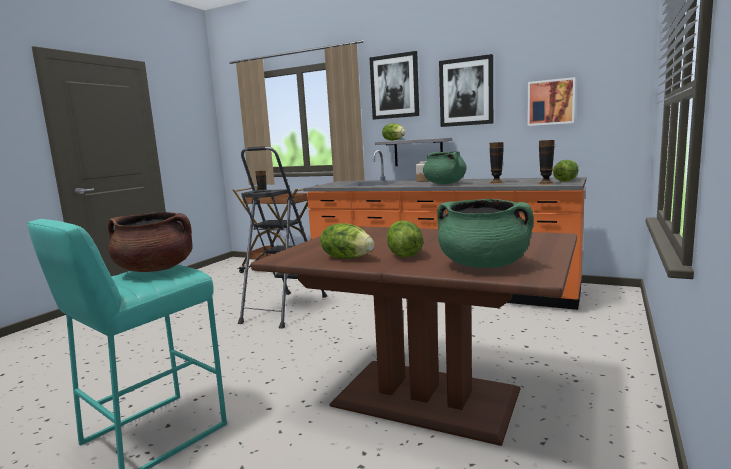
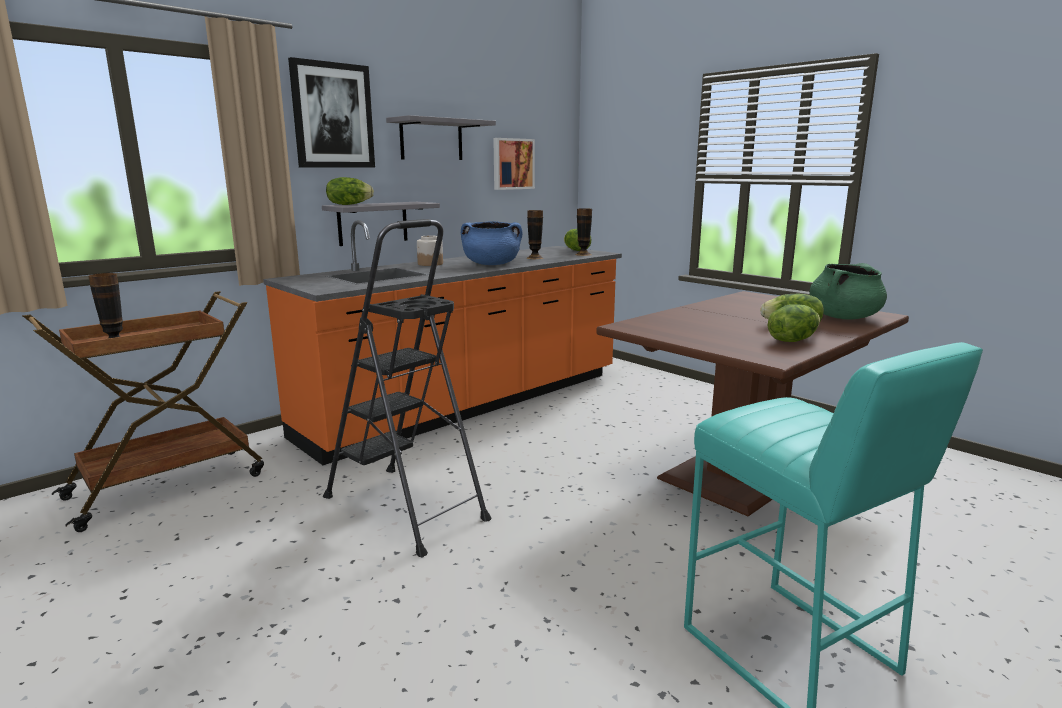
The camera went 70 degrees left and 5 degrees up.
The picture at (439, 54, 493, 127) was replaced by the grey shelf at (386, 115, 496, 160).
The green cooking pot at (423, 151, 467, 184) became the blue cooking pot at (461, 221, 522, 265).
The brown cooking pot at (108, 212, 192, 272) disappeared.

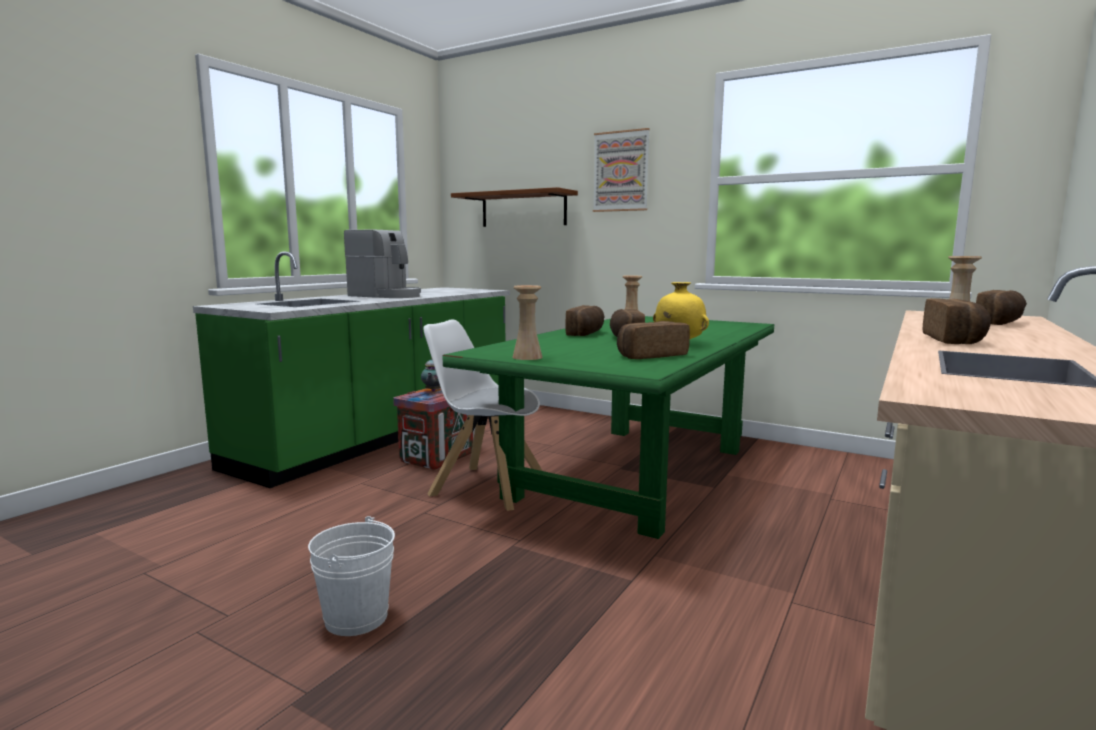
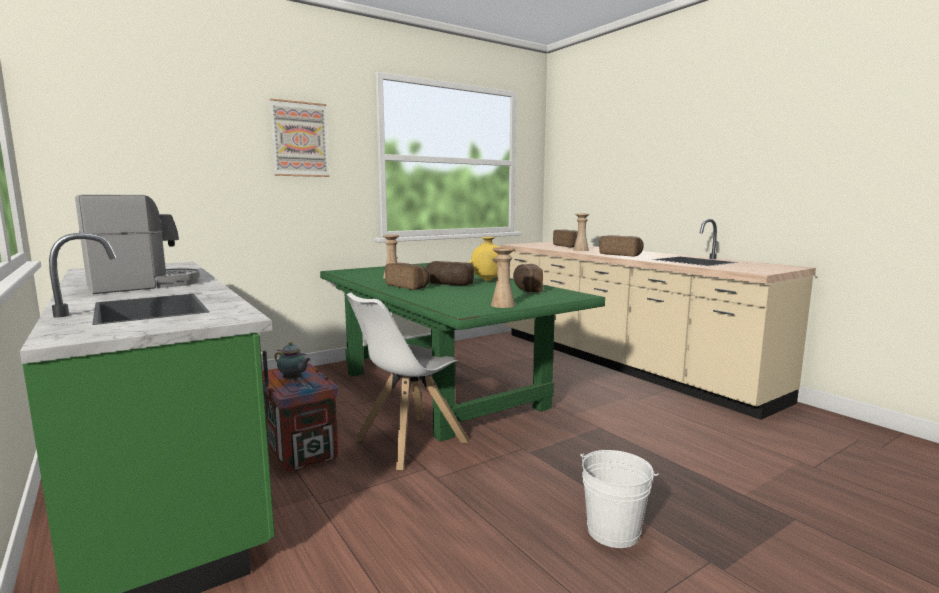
The camera went 65 degrees left and 0 degrees up.
The brown shelf at (451, 187, 578, 227) disappeared.

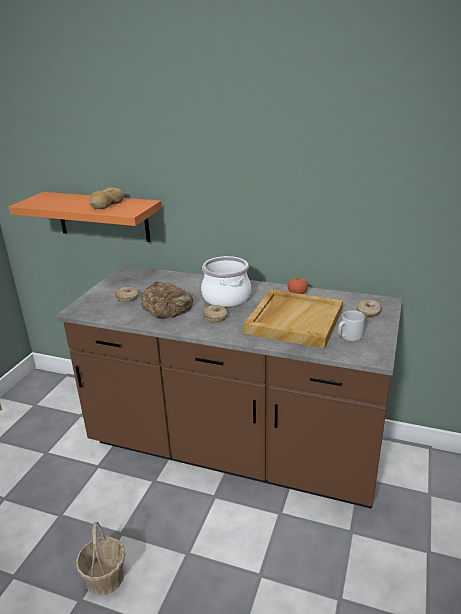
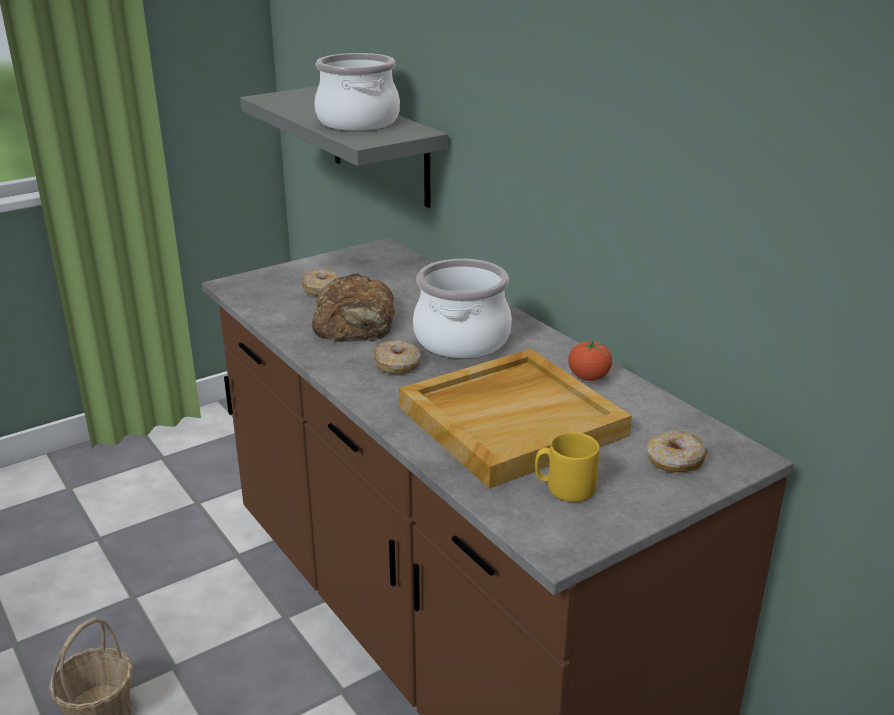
The camera went 35 degrees right and 0 degrees up.
The orange shelf at (8, 192, 162, 242) became the grey shelf at (240, 86, 447, 208).
The bread at (90, 186, 124, 209) was replaced by the cooking pot at (314, 53, 400, 131).
The grey mug at (338, 311, 365, 341) became the yellow mug at (535, 432, 600, 502).

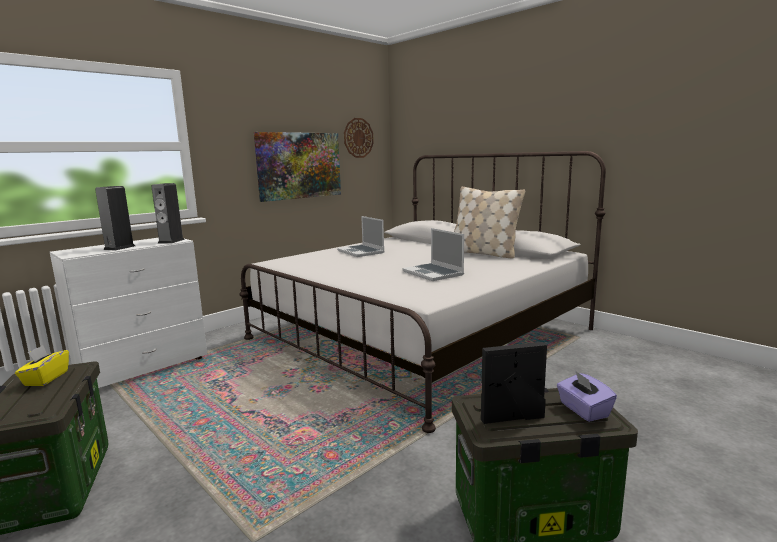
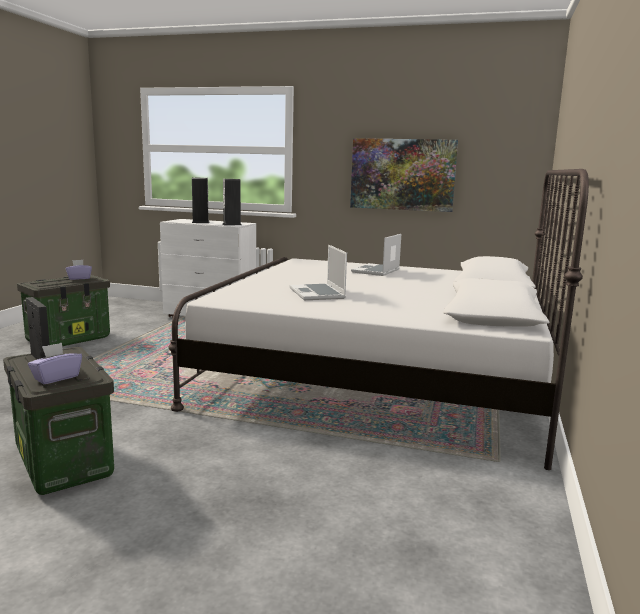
The camera went 60 degrees right and 0 degrees up.
The yellow tissue box at (15, 345, 69, 386) became the purple tissue box at (66, 260, 92, 280).
The laptop at (402, 228, 464, 281) turned 45 degrees counterclockwise.
The wall clock at (344, 118, 374, 158) disappeared.
The beige pillow at (454, 187, 525, 259) disappeared.

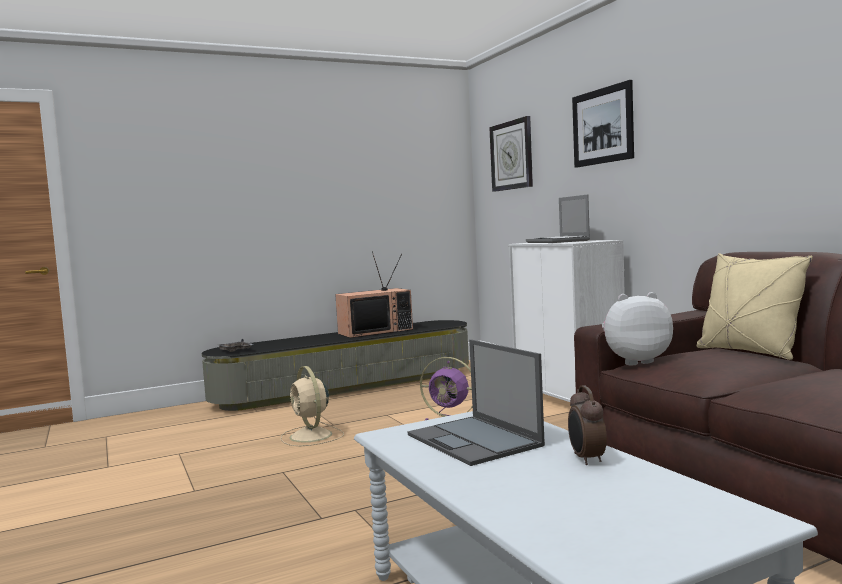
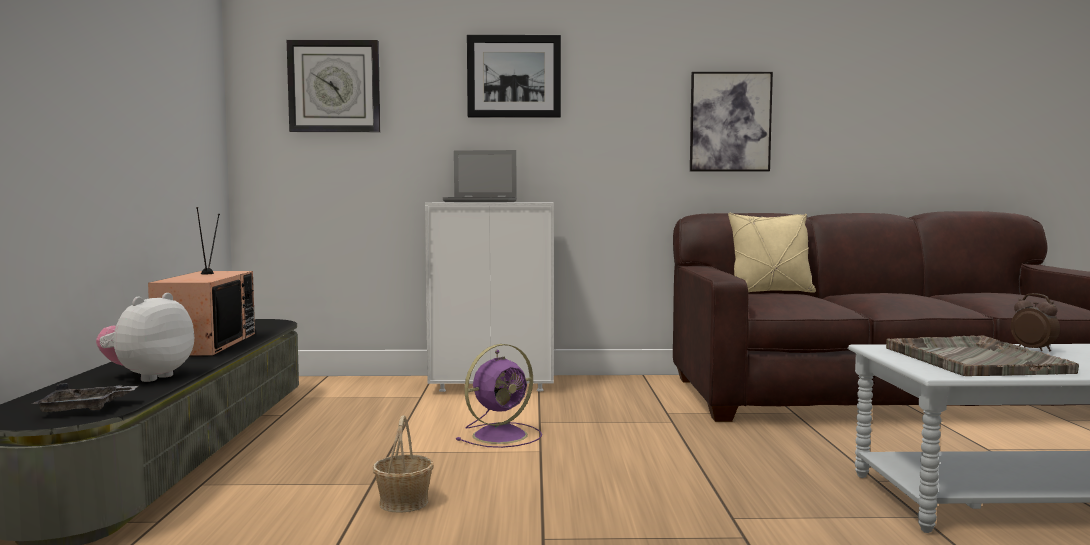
The camera went 65 degrees left and 0 degrees up.
The plush toy moved from (602, 292, 673, 365) to (96, 293, 194, 382).
The beige fan at (281, 366, 344, 446) was replaced by the basket at (373, 415, 434, 513).
The picture at (690, 72, 773, 171) appeared.
The laptop at (407, 339, 545, 466) was replaced by the grey tray at (886, 335, 1079, 376).
The alarm clock at (568, 385, 607, 465) turned 135 degrees counterclockwise.

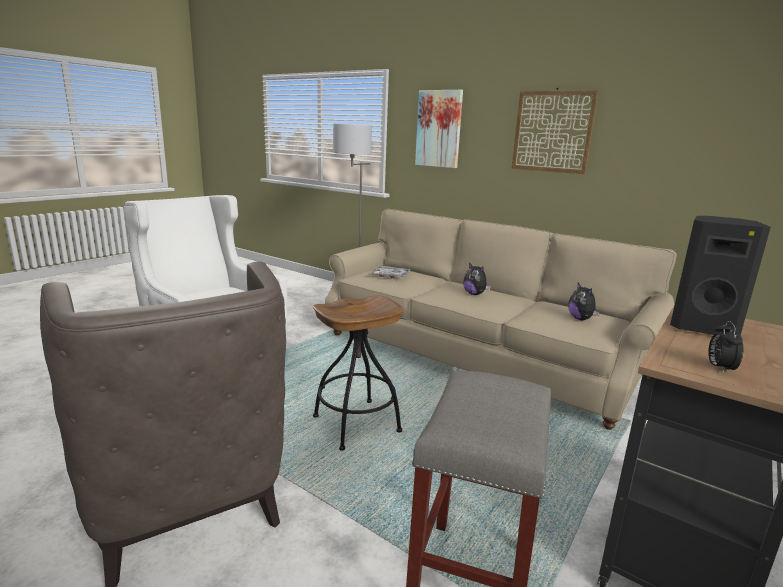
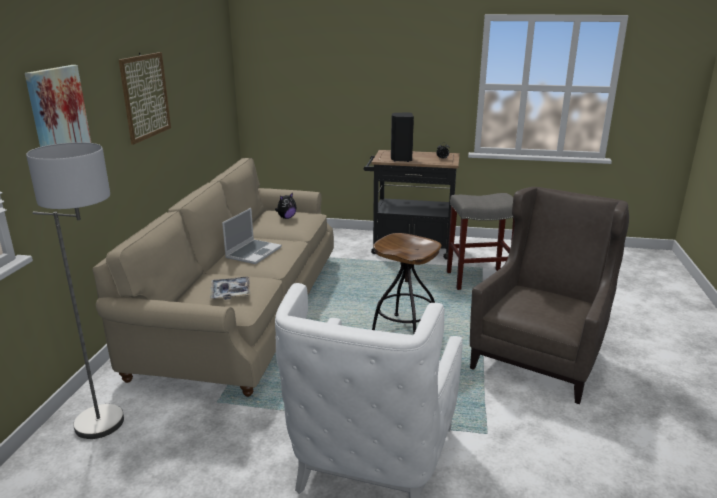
The camera went 115 degrees left and 5 degrees up.
The plush toy at (463, 262, 491, 295) was replaced by the laptop at (222, 208, 282, 264).

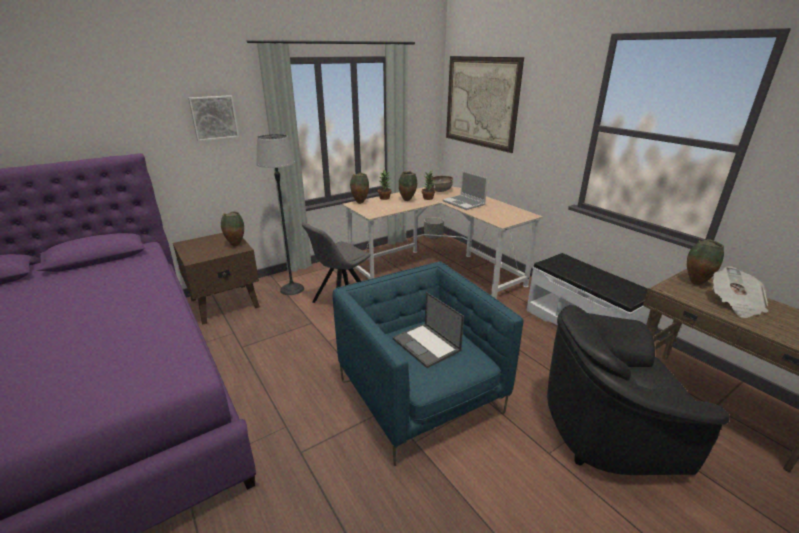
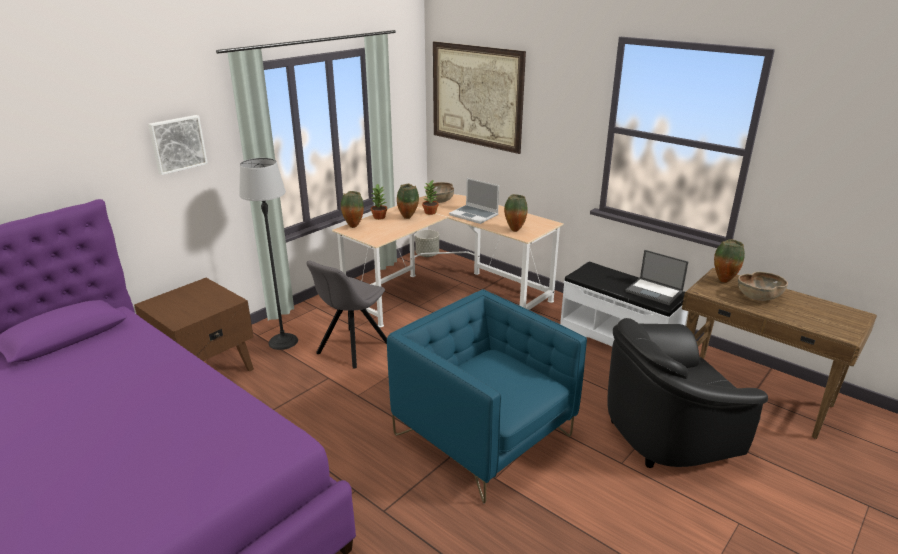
The camera went 15 degrees left and 0 degrees up.
The vase moved from (221, 211, 244, 246) to (504, 194, 528, 232).
The laptop moved from (393, 292, 464, 368) to (625, 250, 688, 305).
The newspaper at (713, 266, 768, 318) was replaced by the brown bowl at (738, 272, 788, 301).

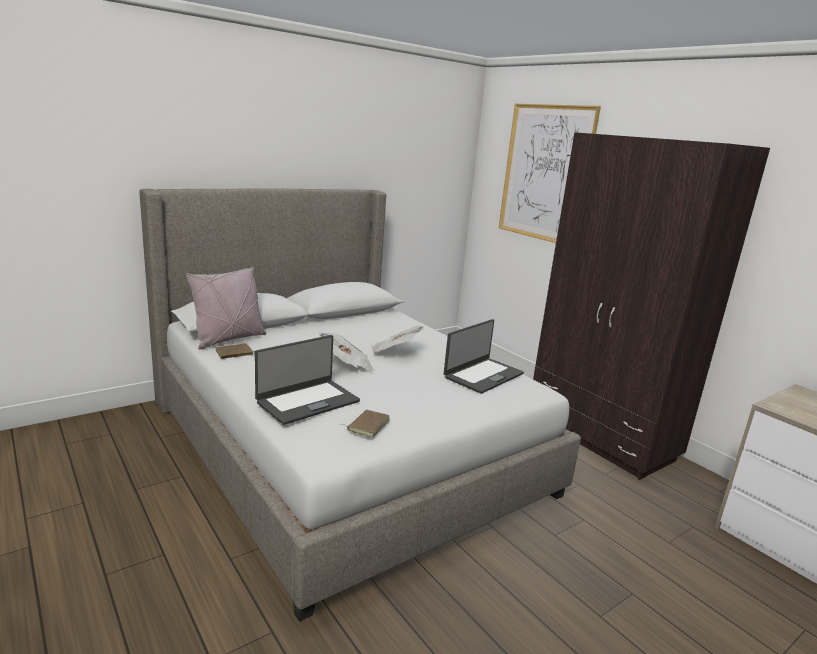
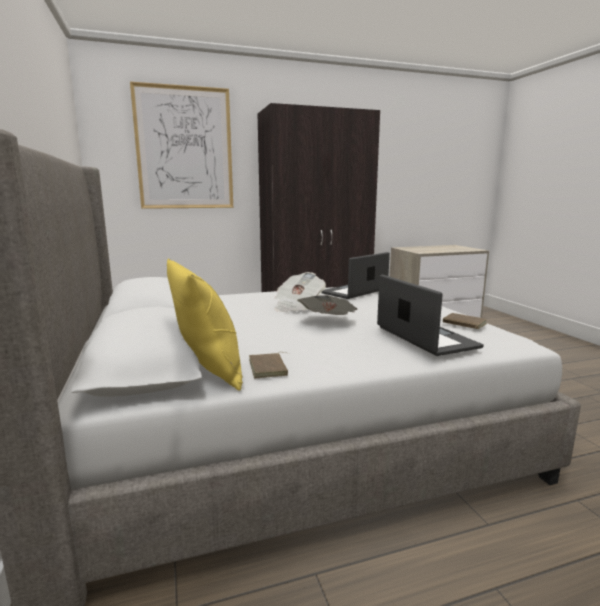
The camera went 70 degrees left and 5 degrees down.
The purple pillow at (186, 267, 266, 350) became the yellow pillow at (167, 259, 243, 391).
The laptop at (444, 319, 524, 394) turned 105 degrees counterclockwise.

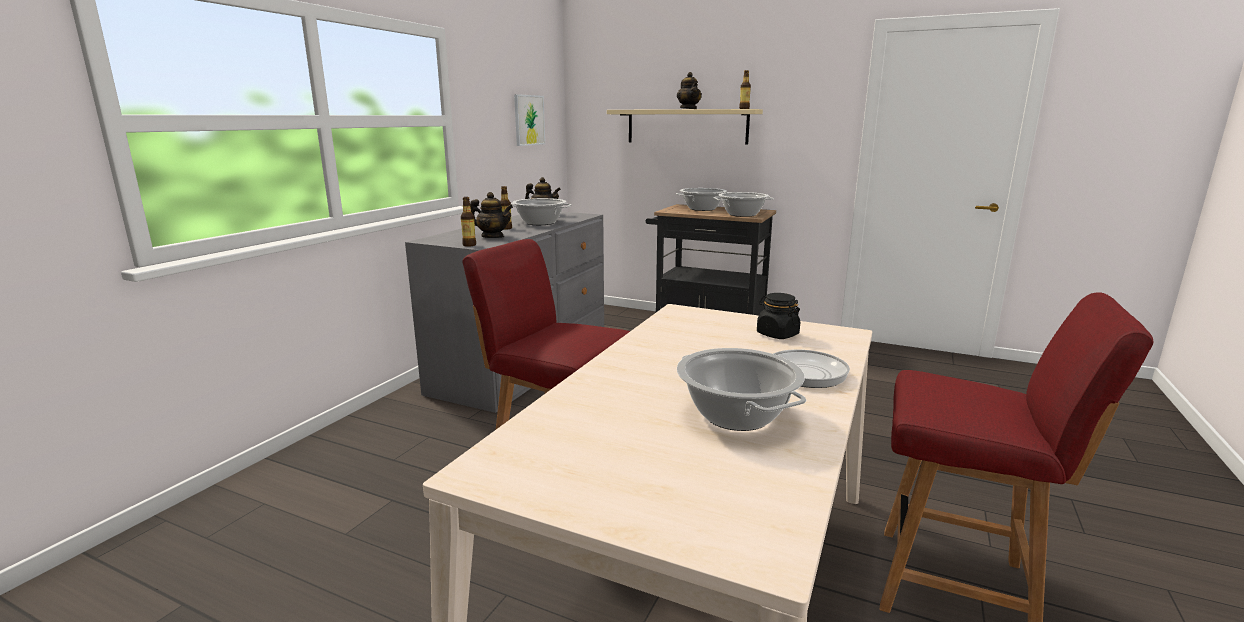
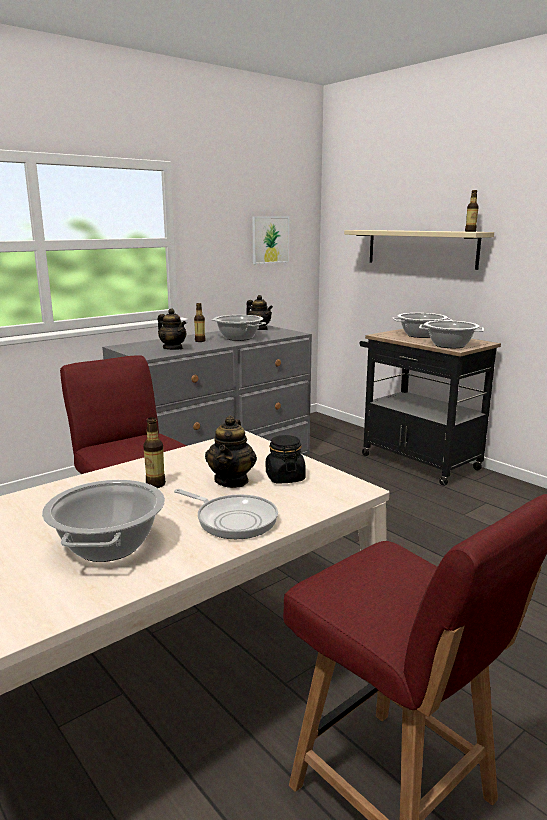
The camera went 25 degrees right and 0 degrees up.
The bottle moved from (461, 197, 476, 247) to (143, 417, 166, 488).
The teapot moved from (677, 72, 702, 109) to (205, 415, 257, 488).

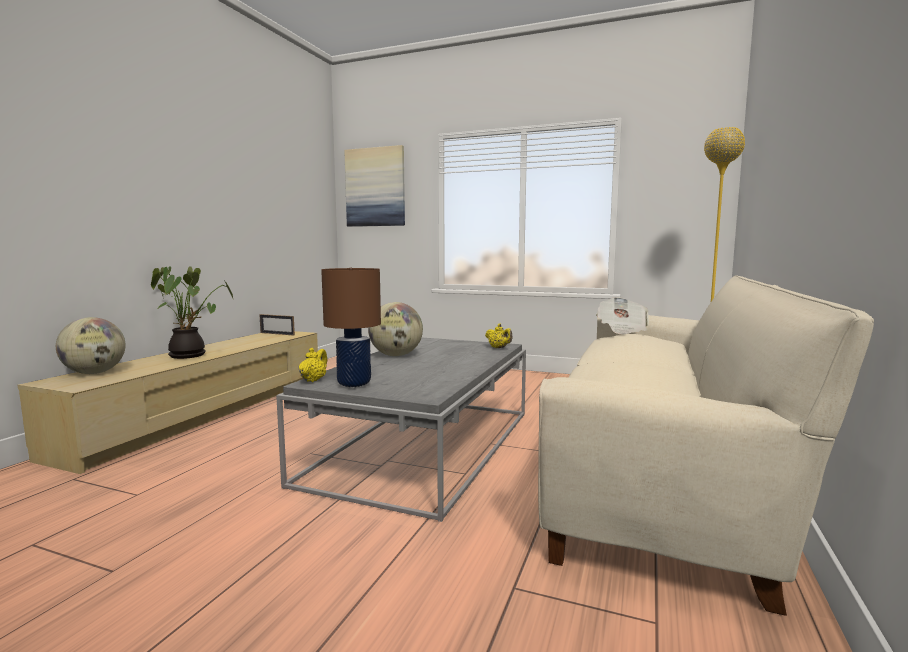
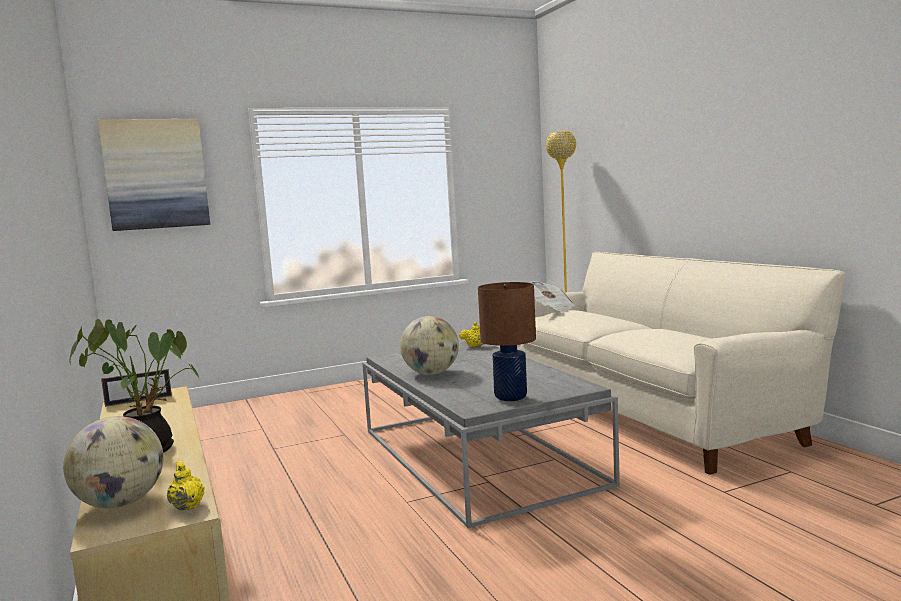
The camera went 45 degrees left and 0 degrees up.
The yellow teapot moved from (299, 348, 327, 382) to (167, 461, 205, 510).

